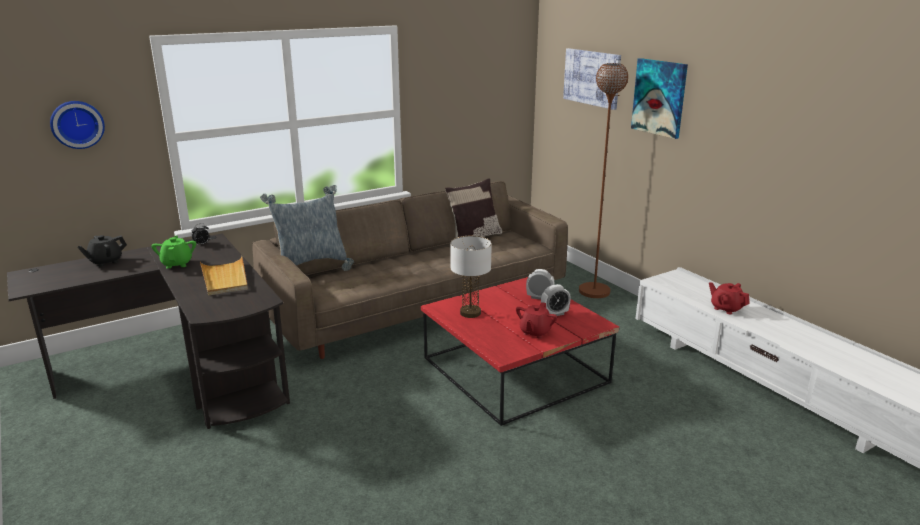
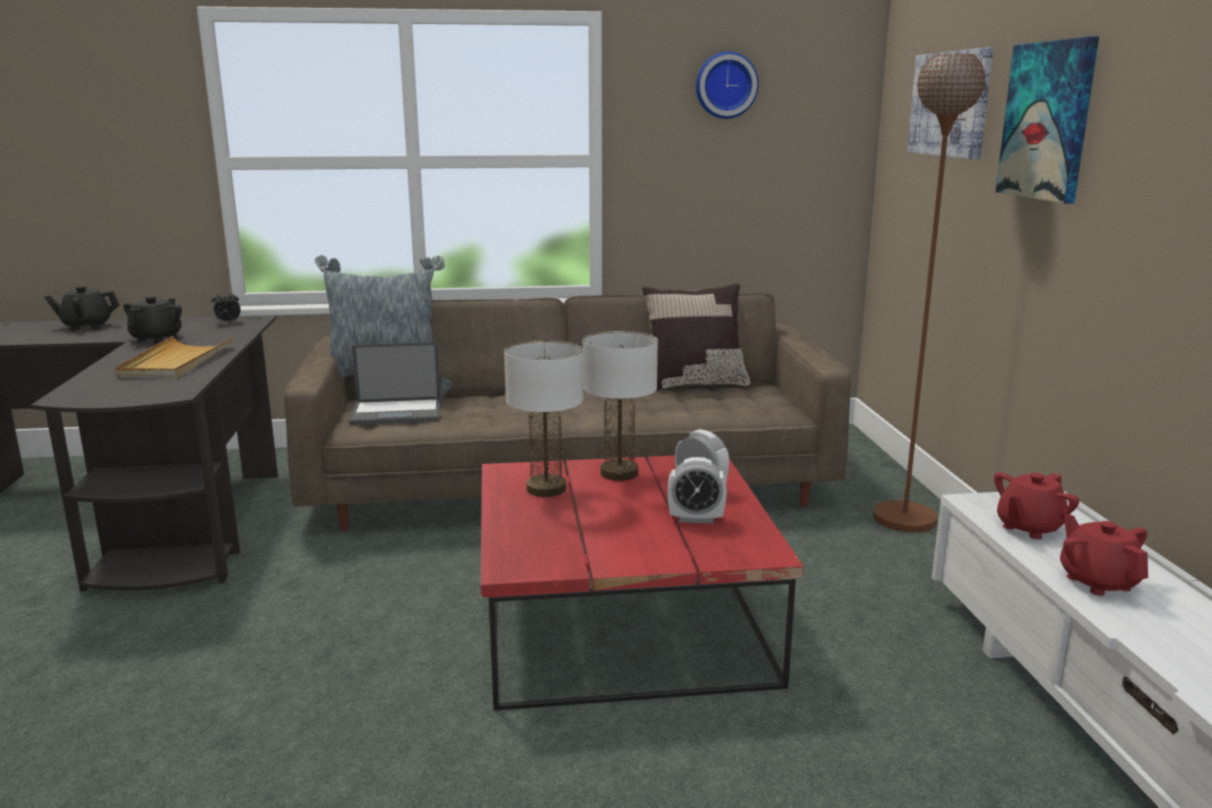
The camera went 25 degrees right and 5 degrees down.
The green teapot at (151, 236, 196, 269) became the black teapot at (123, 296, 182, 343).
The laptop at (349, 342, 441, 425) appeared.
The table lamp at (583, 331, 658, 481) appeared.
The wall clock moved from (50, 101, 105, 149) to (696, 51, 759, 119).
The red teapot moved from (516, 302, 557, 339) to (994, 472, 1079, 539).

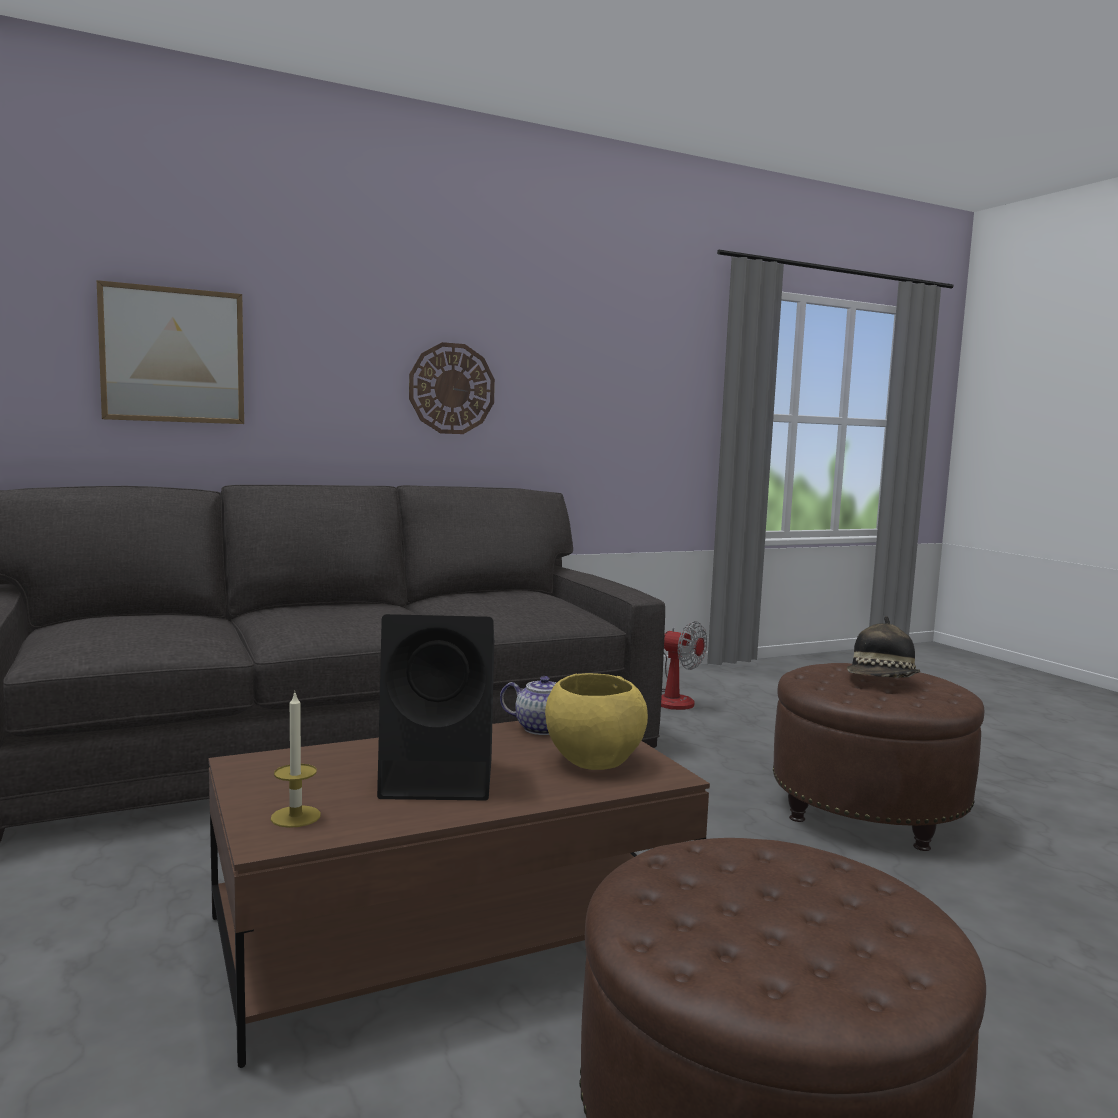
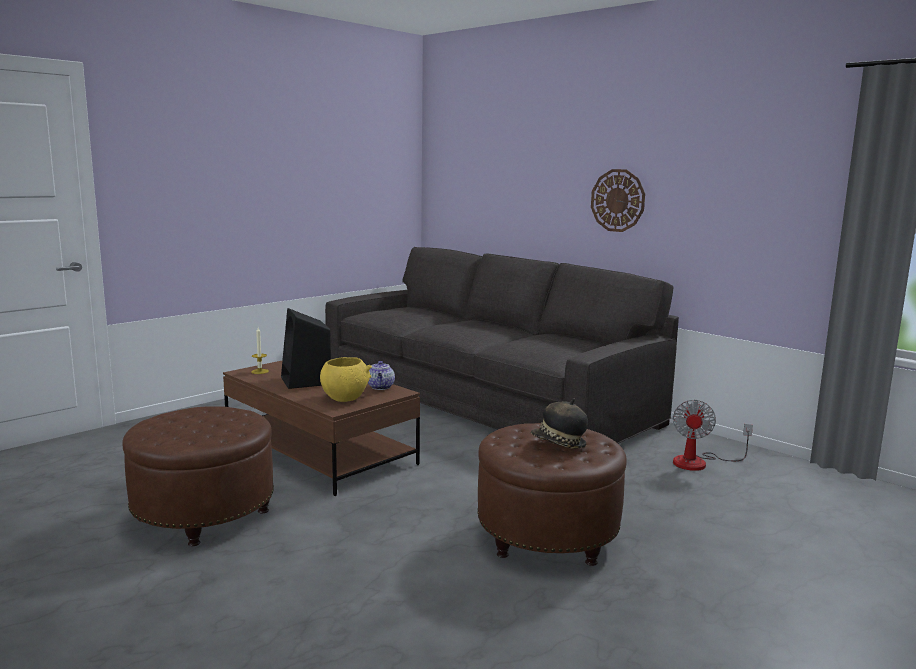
The camera went 70 degrees right and 5 degrees up.
The picture at (97, 280, 244, 424) disappeared.

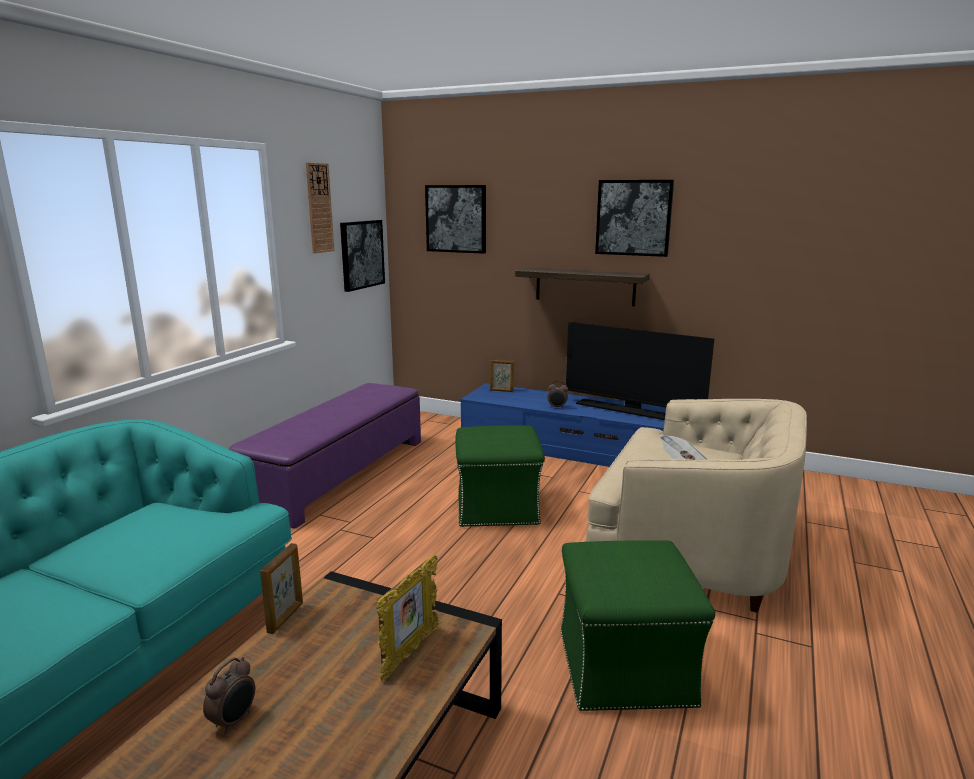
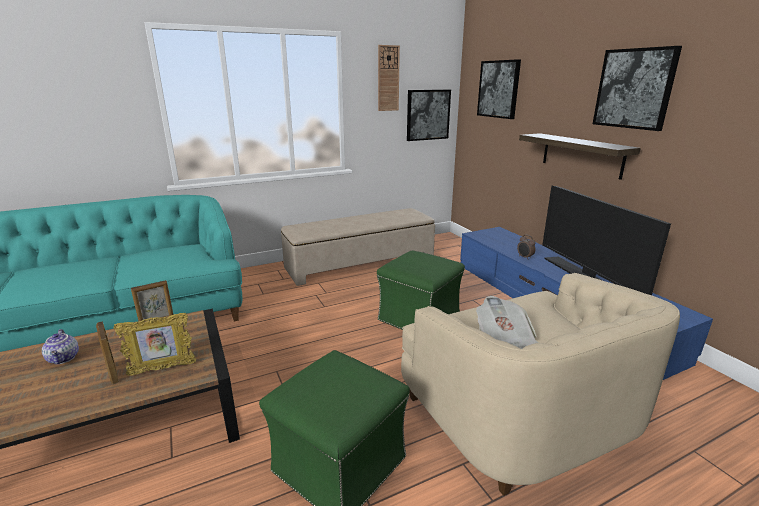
The camera went 40 degrees right and 5 degrees up.
The alarm clock at (203, 657, 255, 734) was replaced by the teapot at (42, 329, 79, 364).
The picture frame moved from (490, 359, 514, 392) to (96, 321, 119, 384).
The purple bench at (229, 383, 421, 528) became the beige bench at (281, 208, 435, 286).

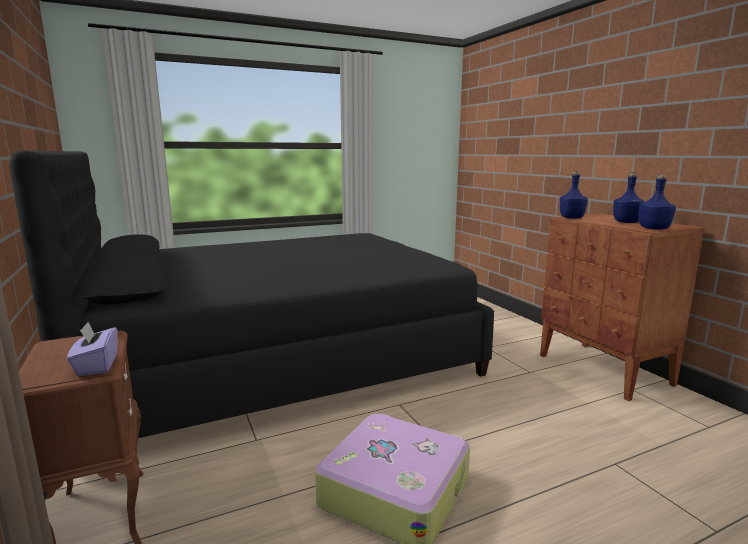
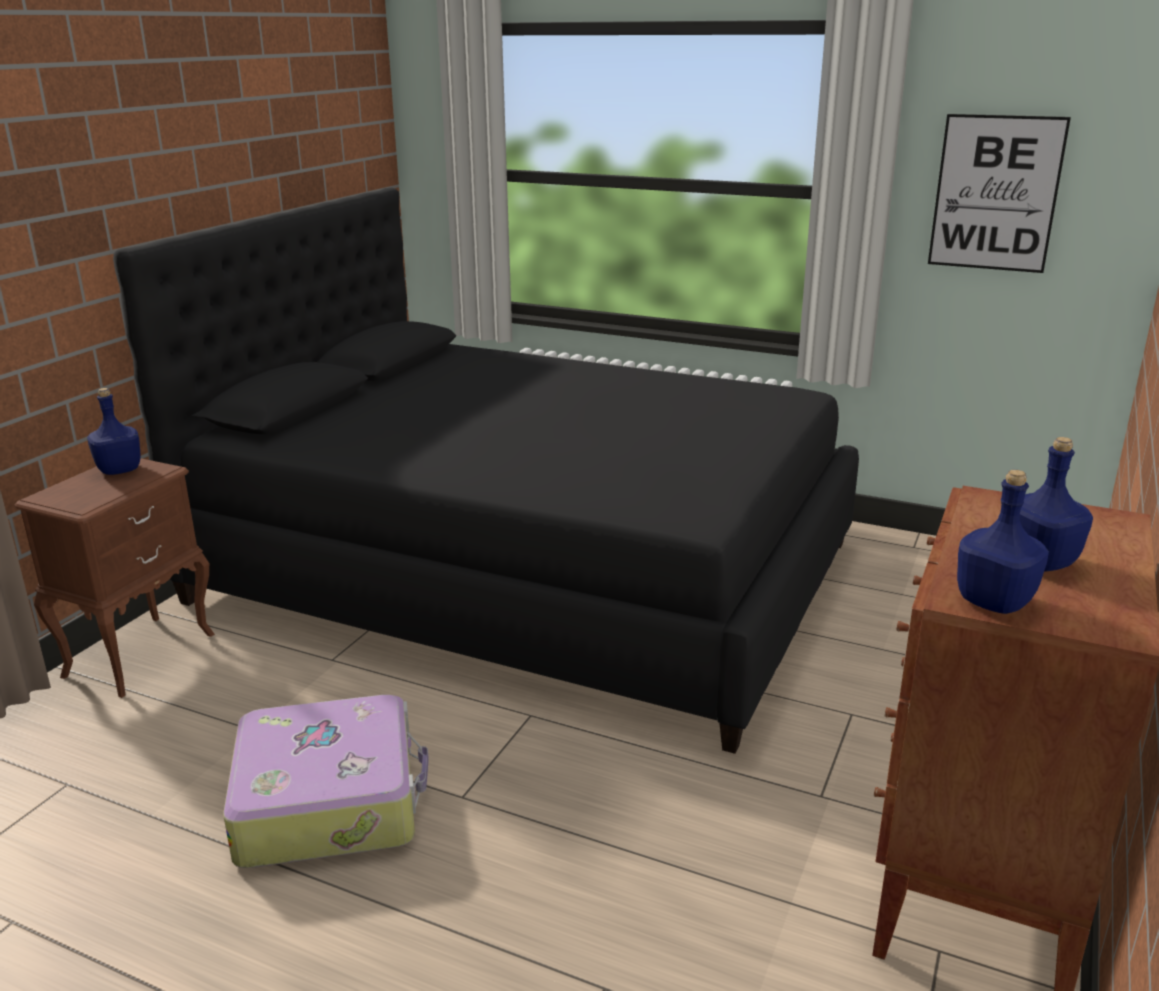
The camera went 50 degrees right and 10 degrees up.
The blue bottle moved from (560, 171, 588, 219) to (87, 388, 141, 475).
The picture at (928, 114, 1071, 273) appeared.
The purple tissue box at (67, 322, 118, 376) disappeared.

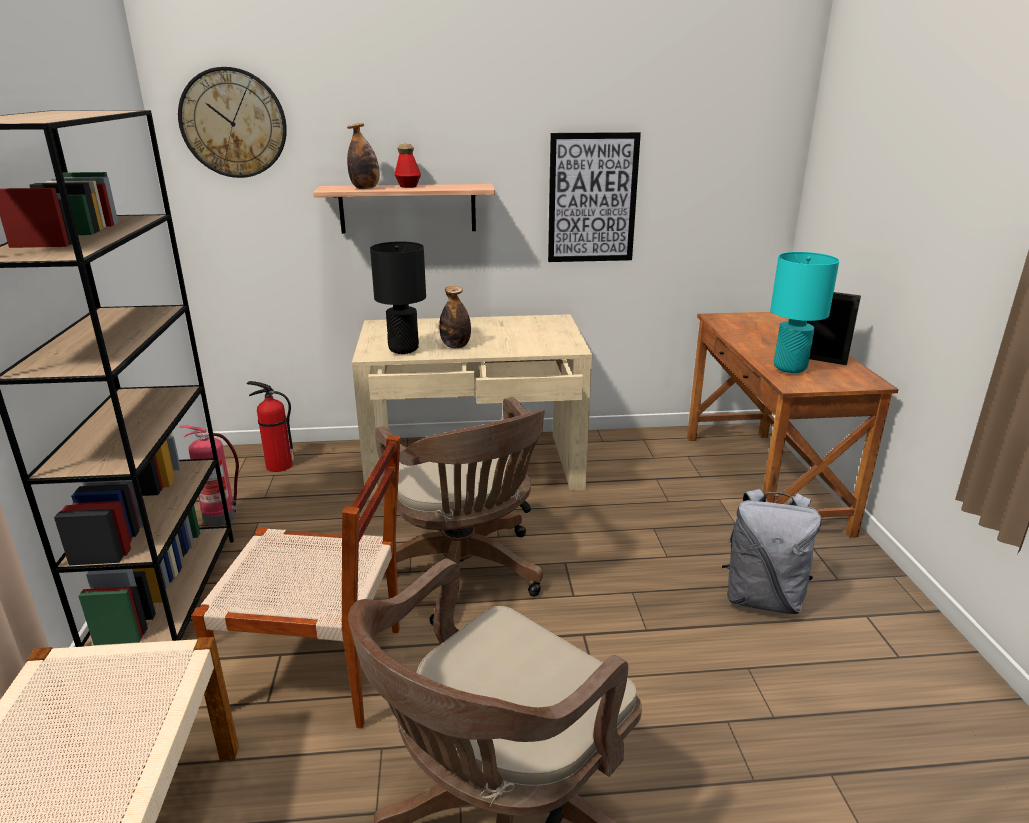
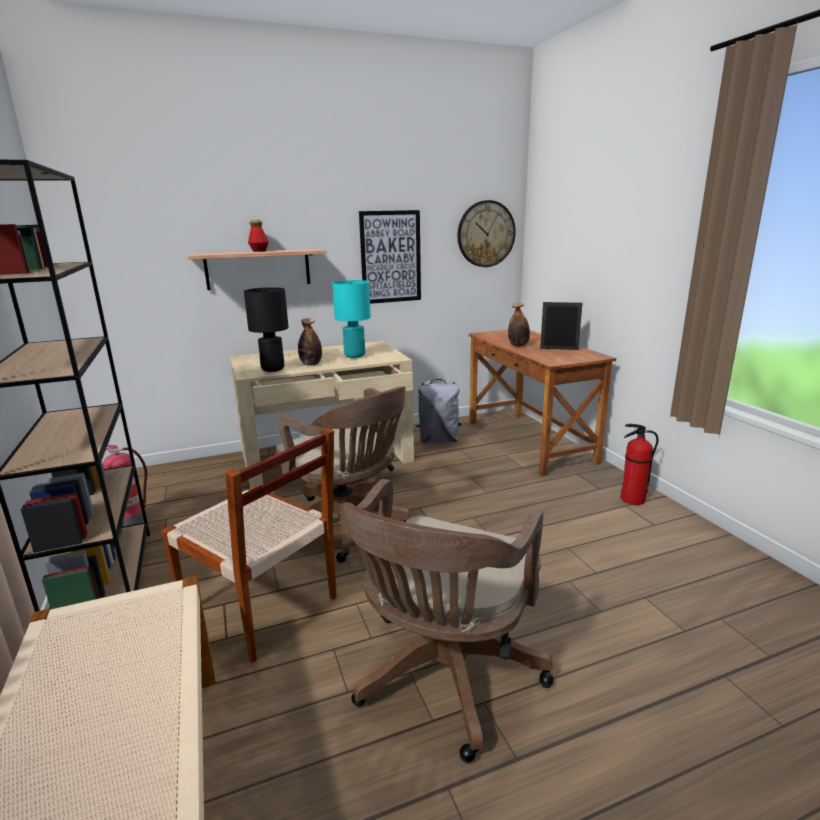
The camera went 15 degrees left and 5 degrees down.
The chair at (191, 435, 400, 728) turned 45 degrees clockwise.
The turquoise table lamp moved from (770, 252, 840, 373) to (332, 280, 371, 358).
The grey backpack moved from (722, 489, 821, 614) to (416, 379, 462, 443).
The wall clock moved from (178, 67, 287, 178) to (457, 200, 516, 267).
The bottle moved from (347, 123, 380, 189) to (508, 303, 530, 347).
The fire extinguisher moved from (246, 381, 295, 472) to (621, 424, 659, 505).

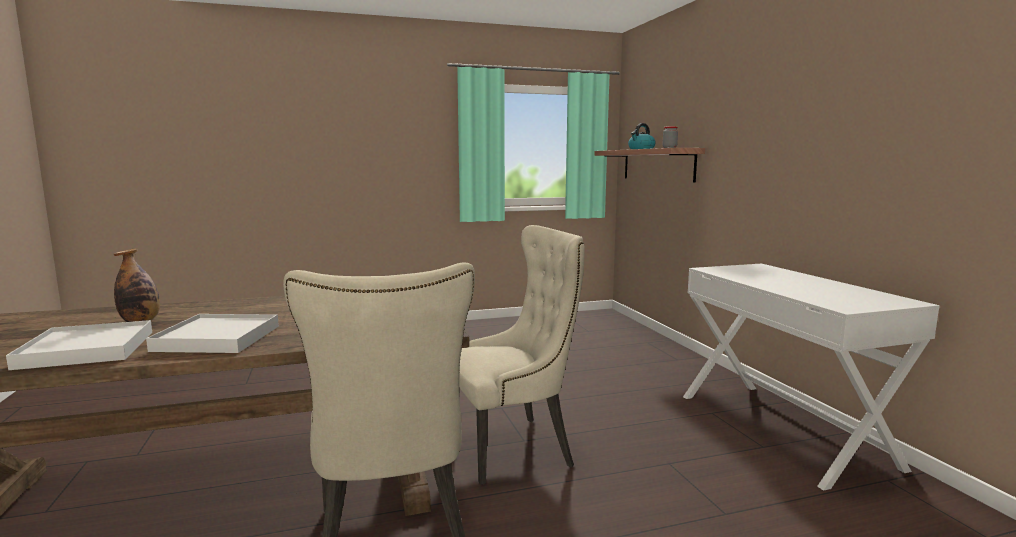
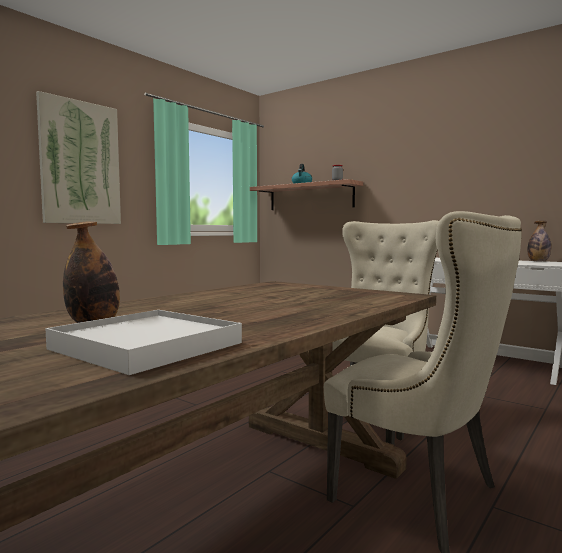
The camera went 35 degrees left and 5 degrees down.
The picture at (36, 91, 121, 224) appeared.
The bottle at (527, 221, 551, 261) appeared.
The white tray at (146, 314, 279, 353) disappeared.

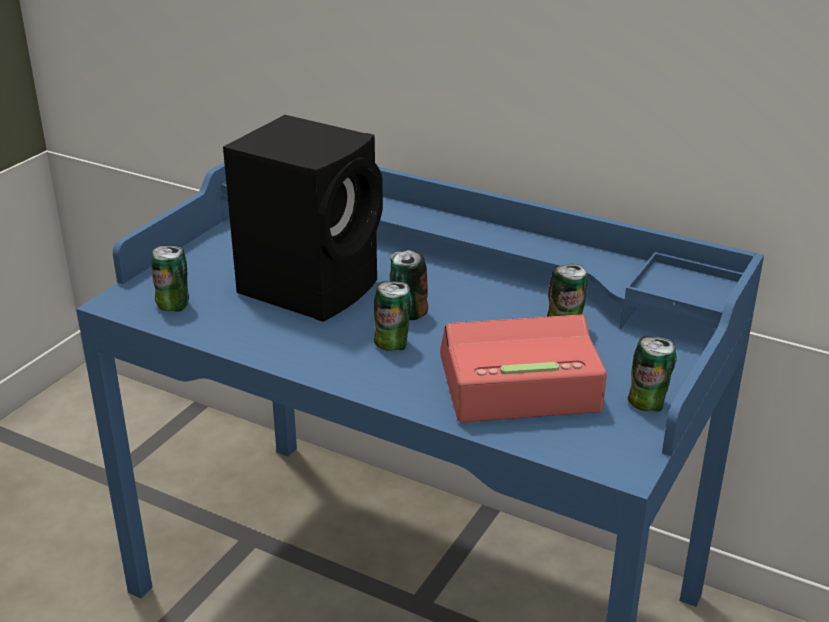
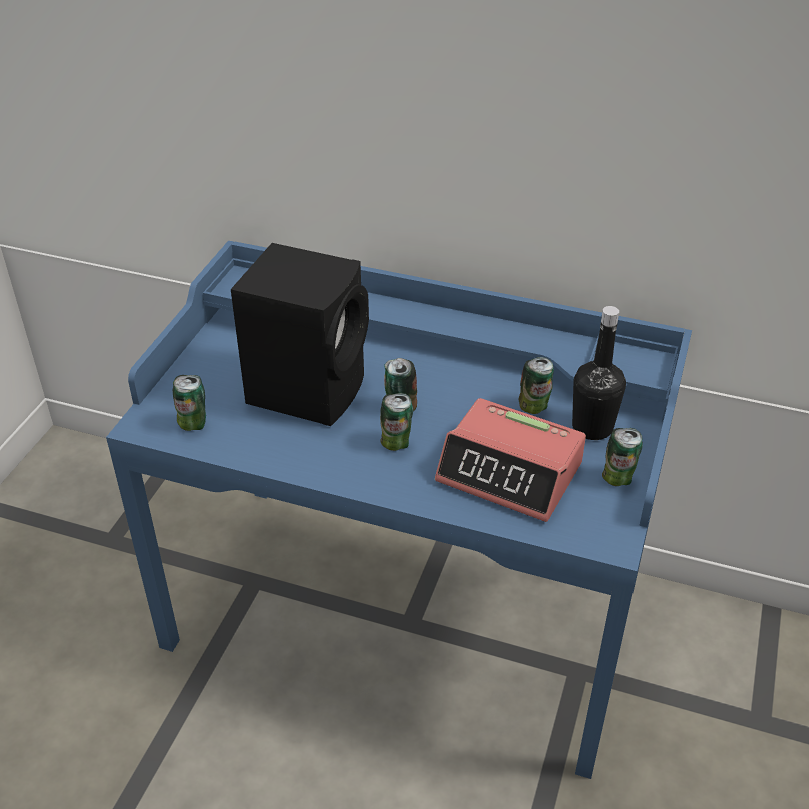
The camera went 10 degrees left and 10 degrees up.
The alarm clock at (440, 315, 607, 422) turned 135 degrees counterclockwise.
The black bottle at (572, 306, 626, 440) appeared.

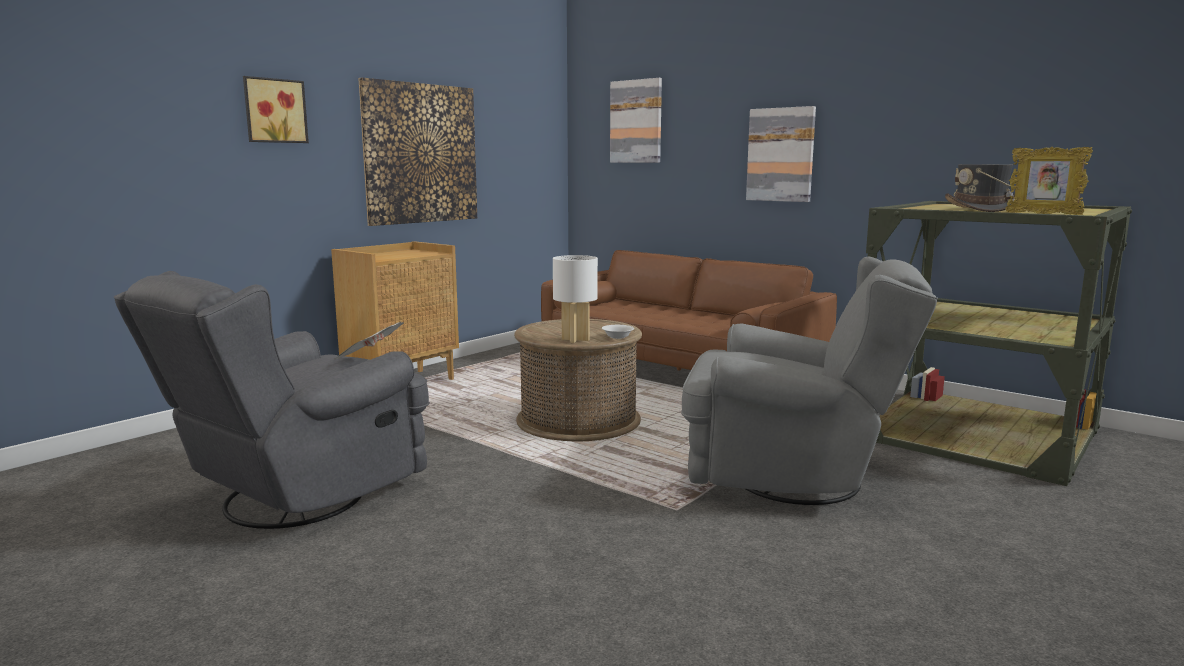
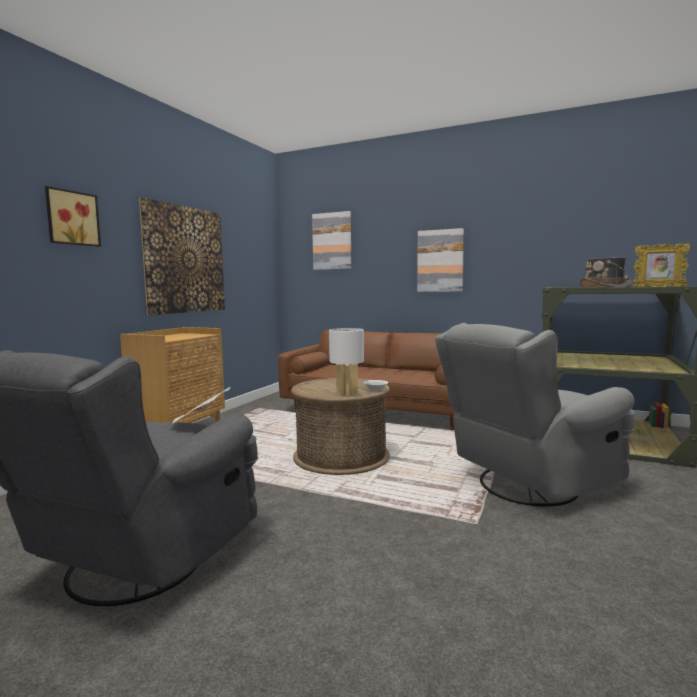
The camera went 15 degrees left and 5 degrees down.
The grey armchair at (681, 256, 938, 505) turned 150 degrees clockwise.

